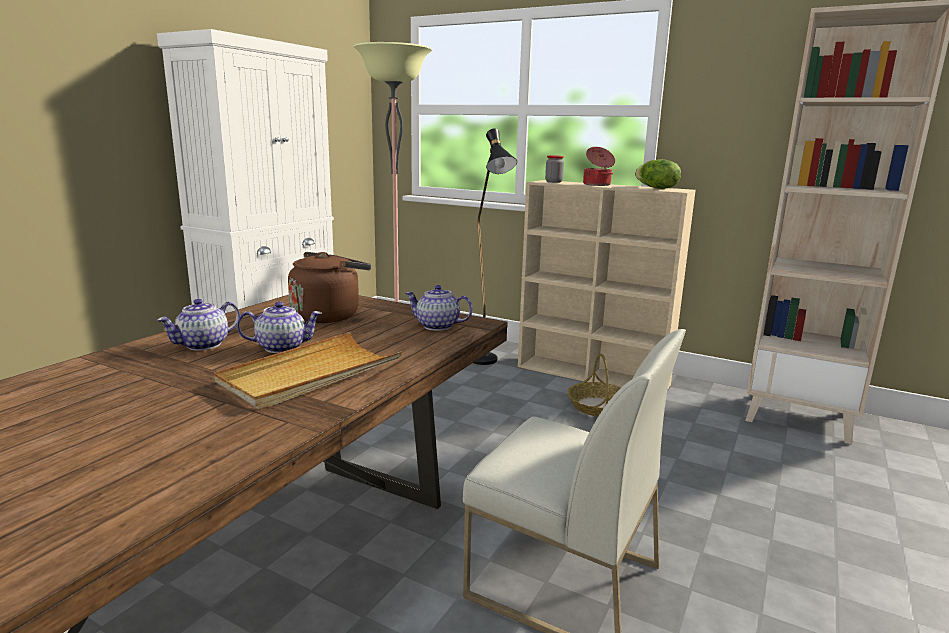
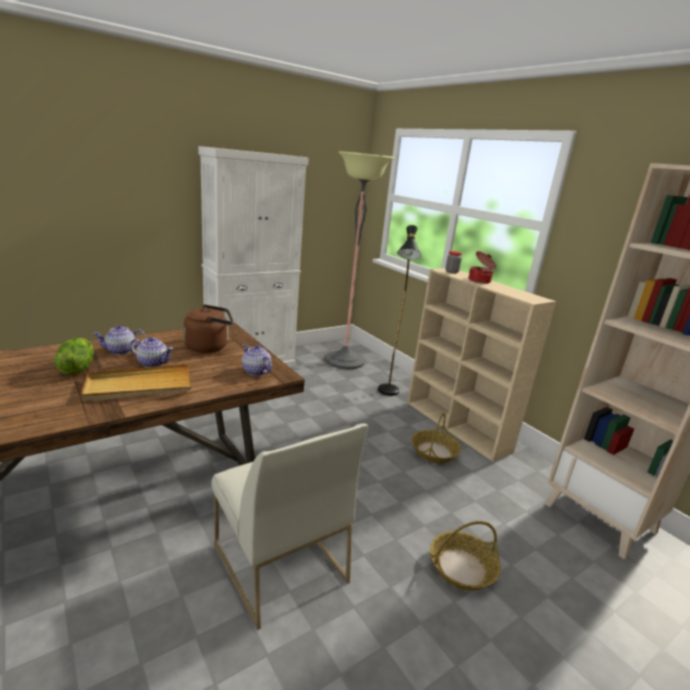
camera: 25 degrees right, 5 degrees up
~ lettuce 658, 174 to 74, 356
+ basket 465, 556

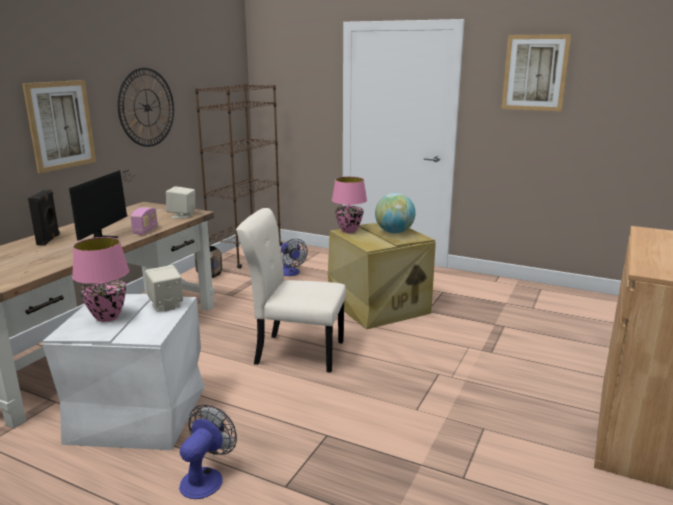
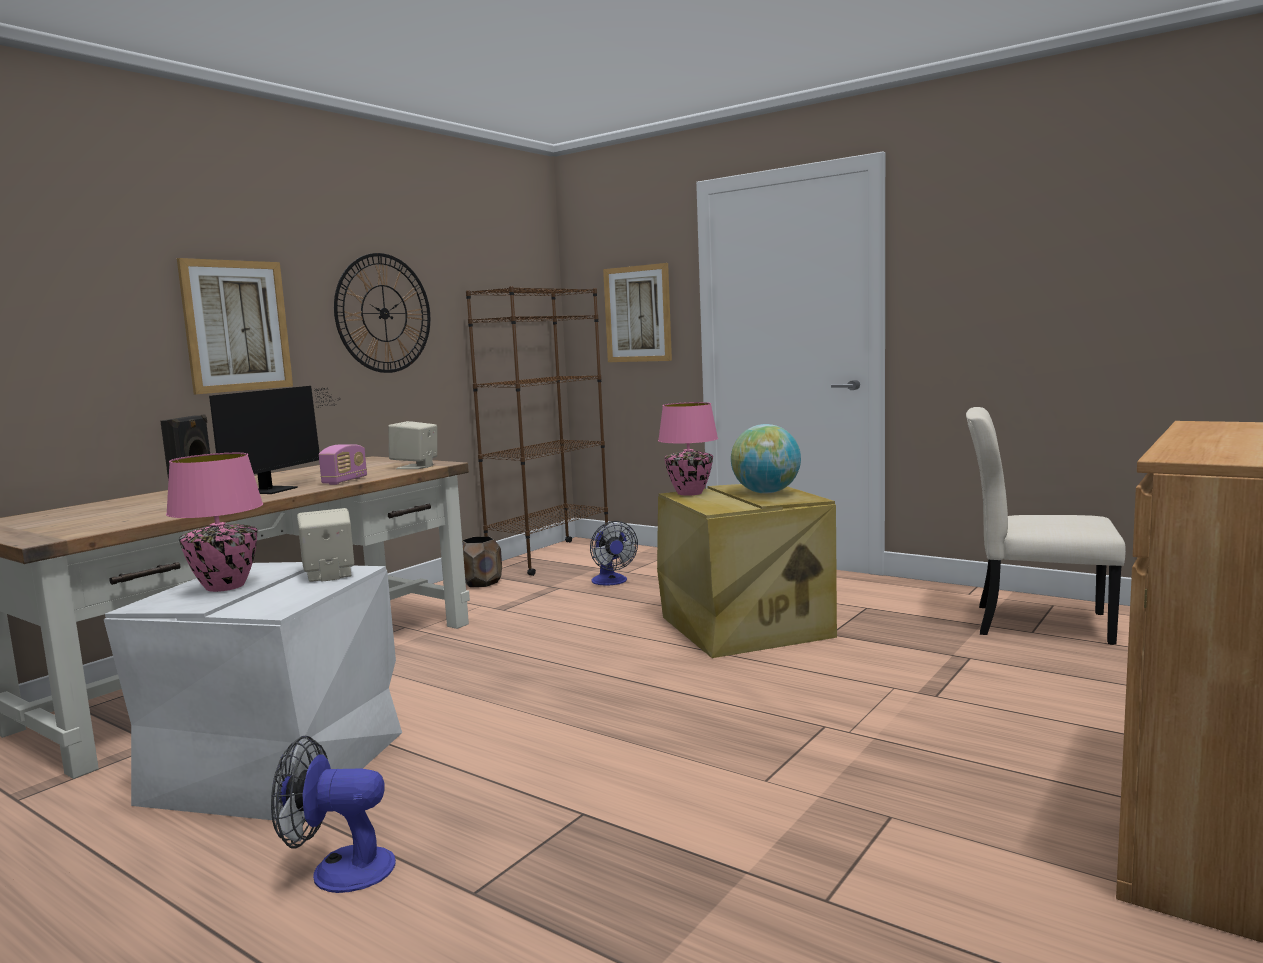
camera: 10 degrees right, 10 degrees down
~ fan 208, 452 = 333, 814 120 degrees counterclockwise
~ beige chair 291, 290 to 1046, 526
~ picture 536, 73 to 637, 312

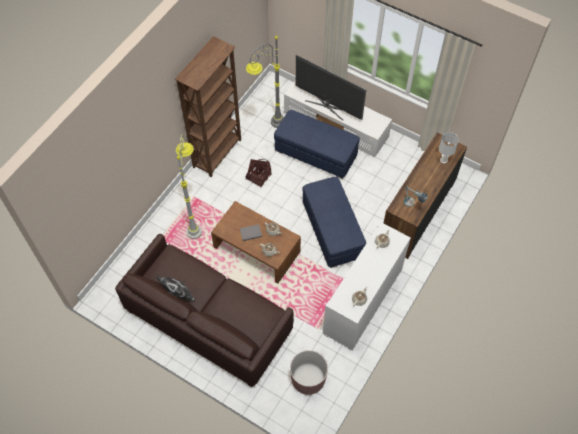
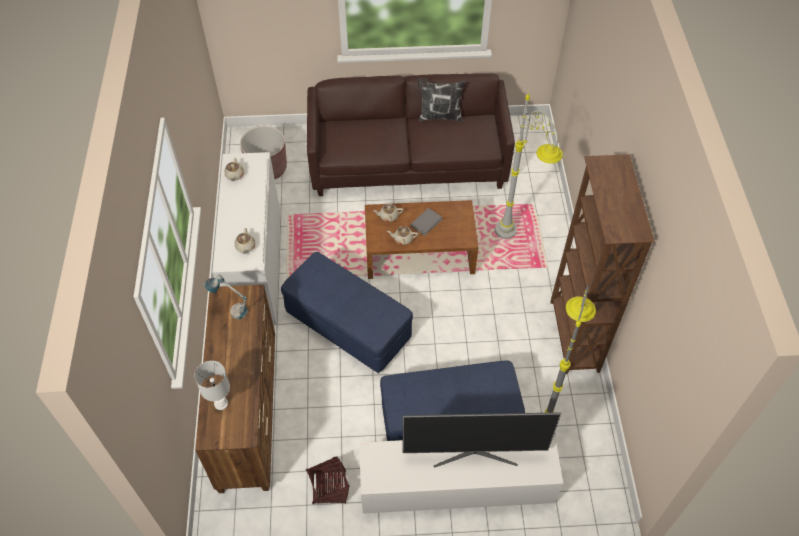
camera: 145 degrees right, 5 degrees down
~ basket 259, 173 to 328, 480

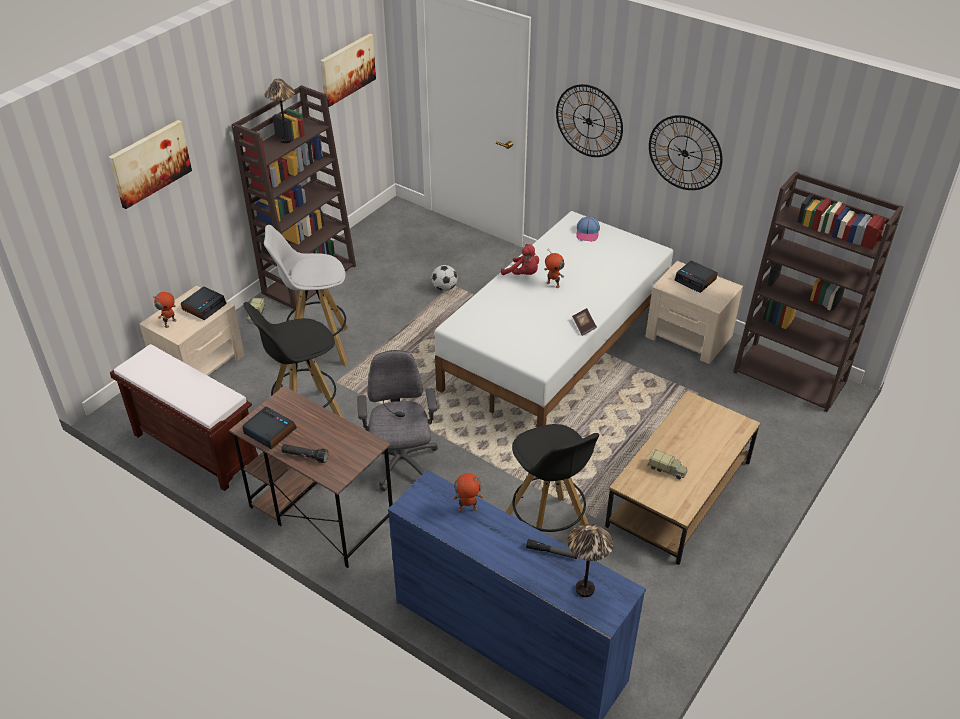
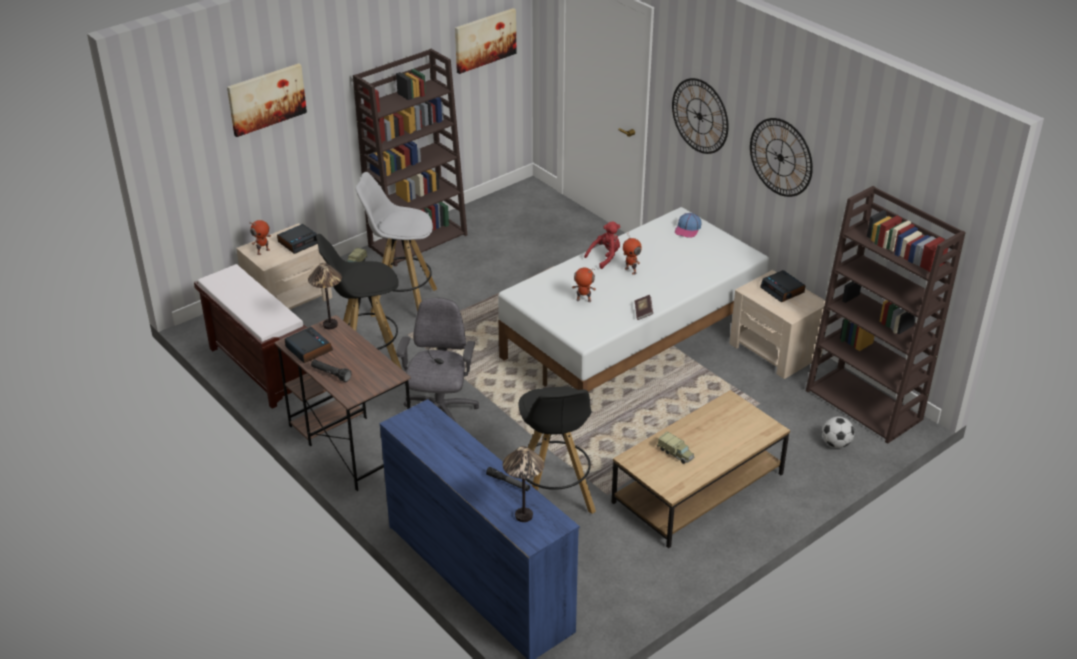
camera: 15 degrees right, 5 degrees down
~ table lamp 279, 111 to 325, 296
~ football 444, 278 to 838, 432
~ toy robot 468, 492 to 584, 285
~ red plush toy 520, 259 = 602, 245 90 degrees counterclockwise

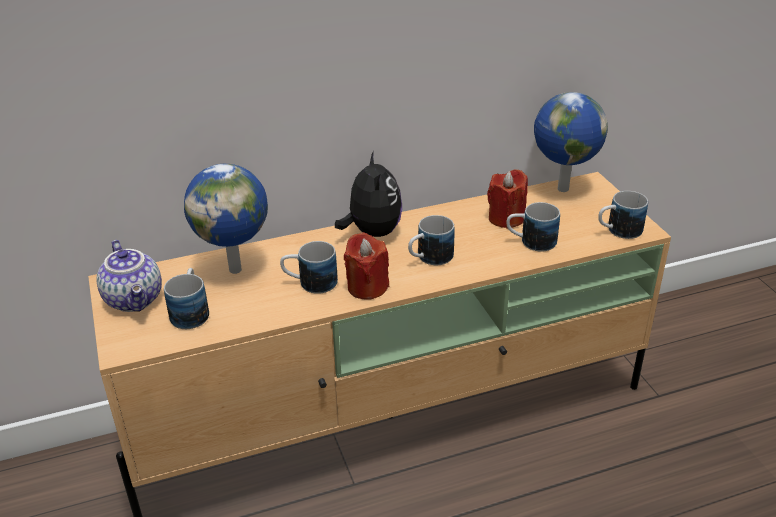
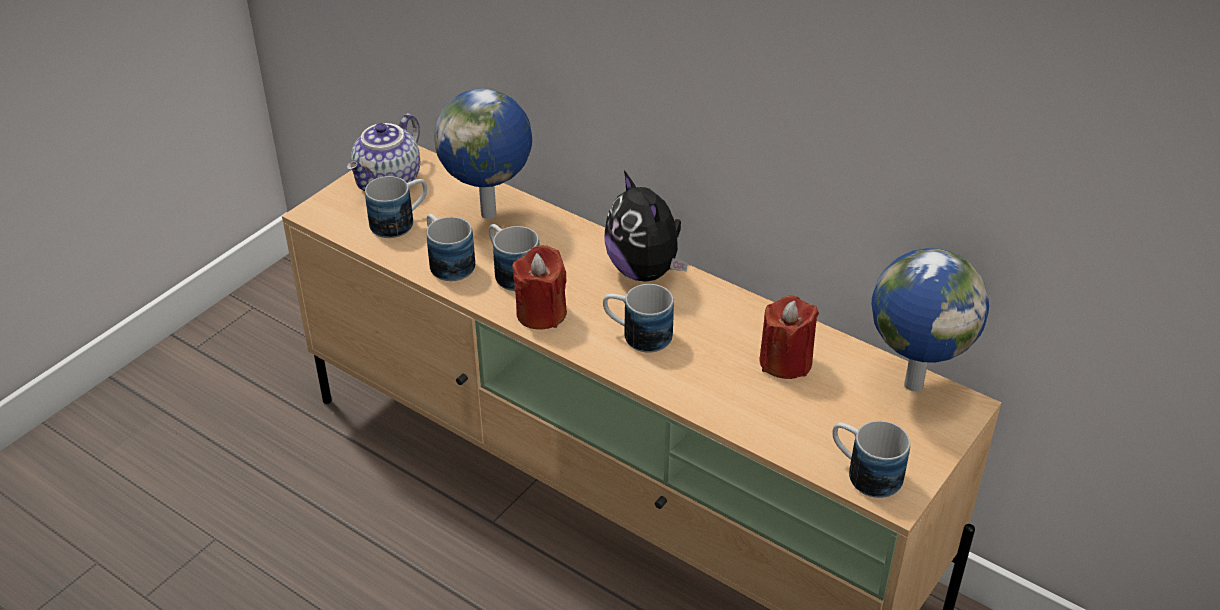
camera: 55 degrees right, 5 degrees up
~ plush toy 368, 194 = 646, 226 105 degrees clockwise
~ mug 533, 227 to 451, 247

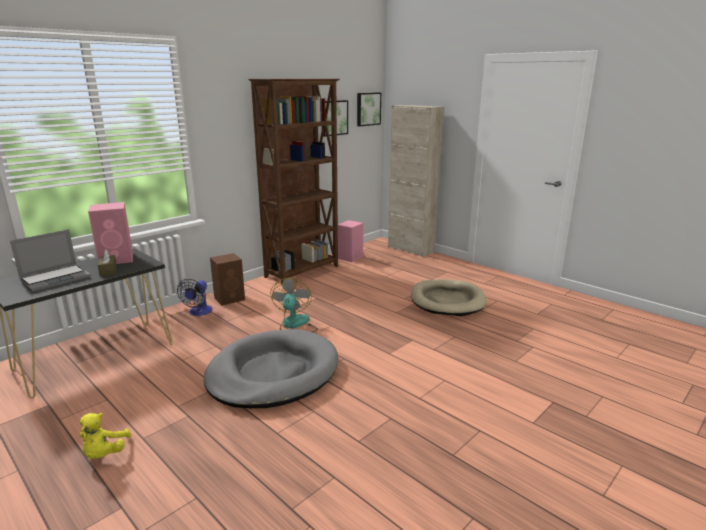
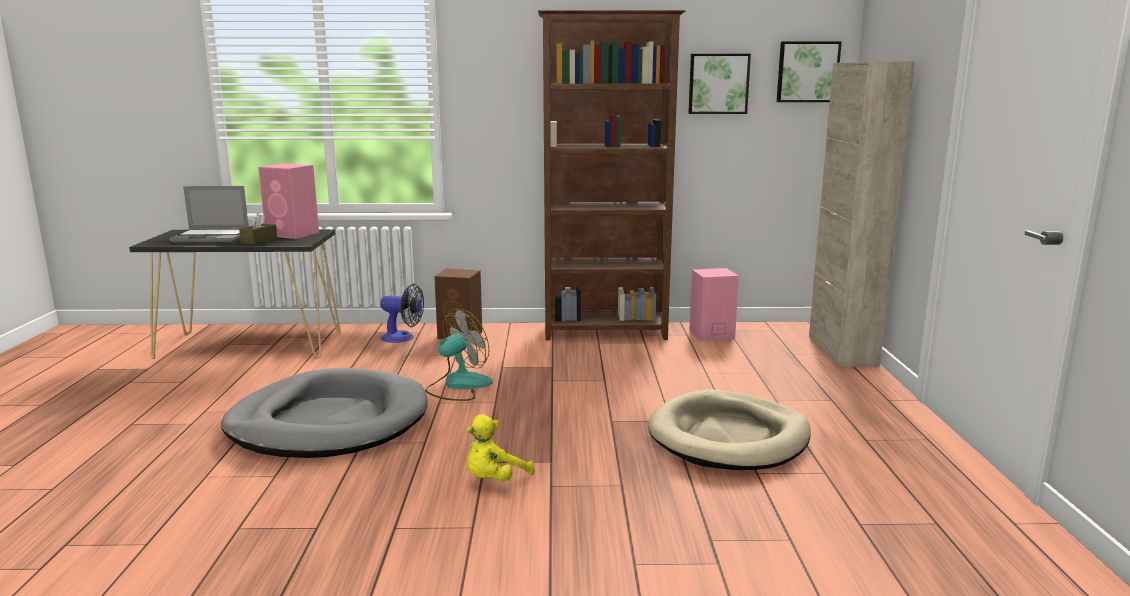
camera: 45 degrees right, 5 degrees down
~ yellow plush toy 106, 436 to 500, 447
~ fan 195, 297 = 402, 313 135 degrees counterclockwise

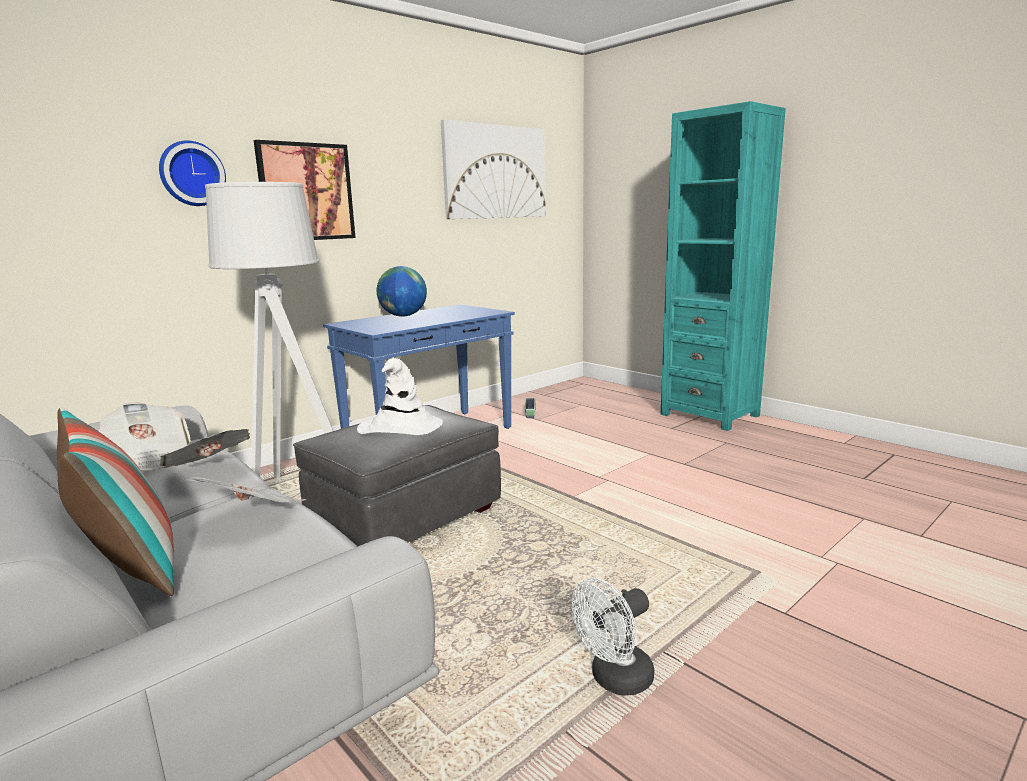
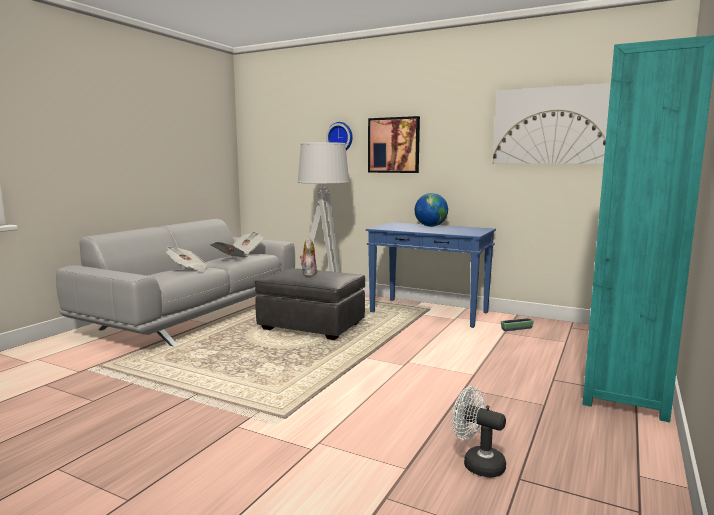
camera: 70 degrees right, 5 degrees down
- pillow 115, 502
~ white hat 400, 396 to plush toy 308, 256
~ white fan 612, 636 to 479, 432

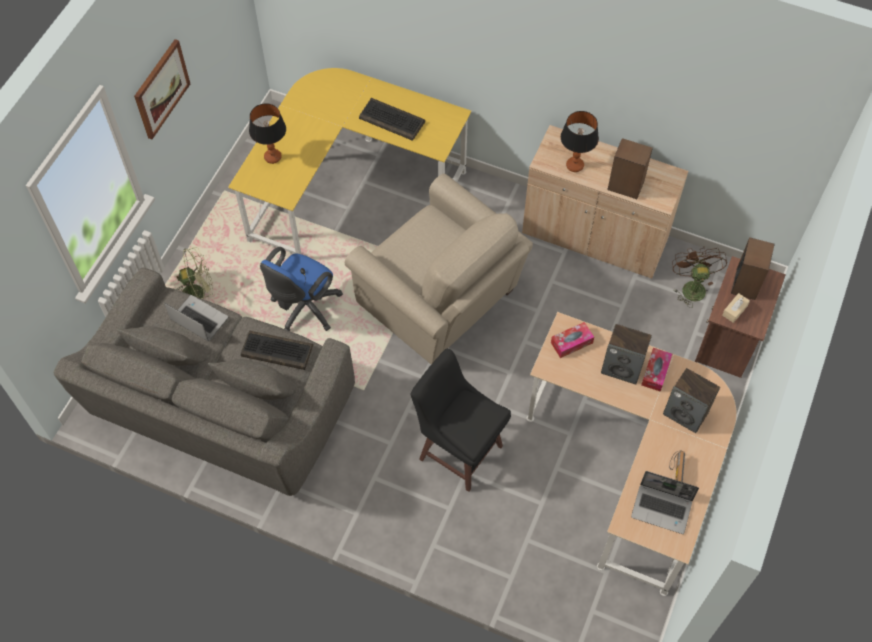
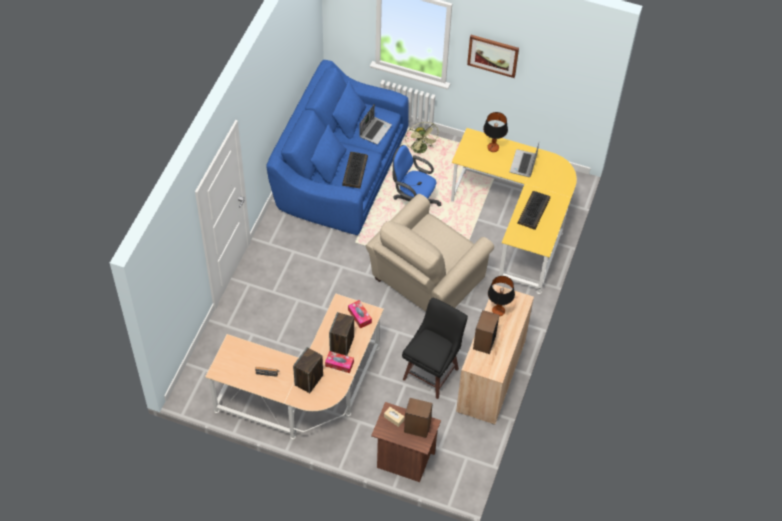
camera: 85 degrees right, 5 degrees down
~ grey sofa 204, 382 to blue sofa 337, 147
~ black stool 461, 420 to 435, 348
~ laptop 665, 502 to 524, 160
- brown fan 699, 277

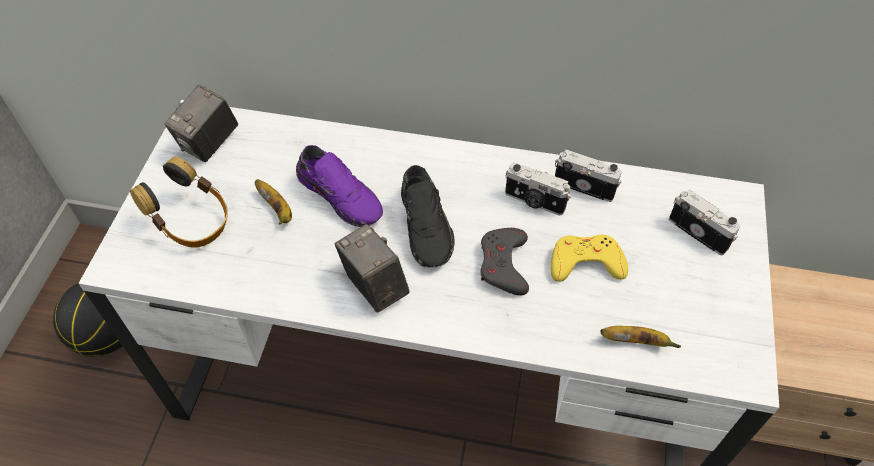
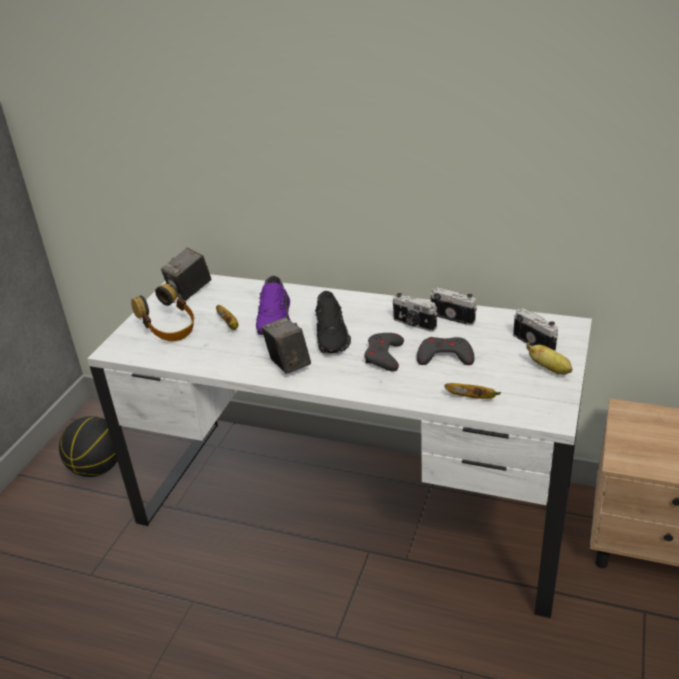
camera: 10 degrees right, 20 degrees down
~ purple shoe 339, 186 = 273, 305 45 degrees clockwise
~ yellow game controller 589, 258 to grey game controller 445, 351
+ banana 549, 358

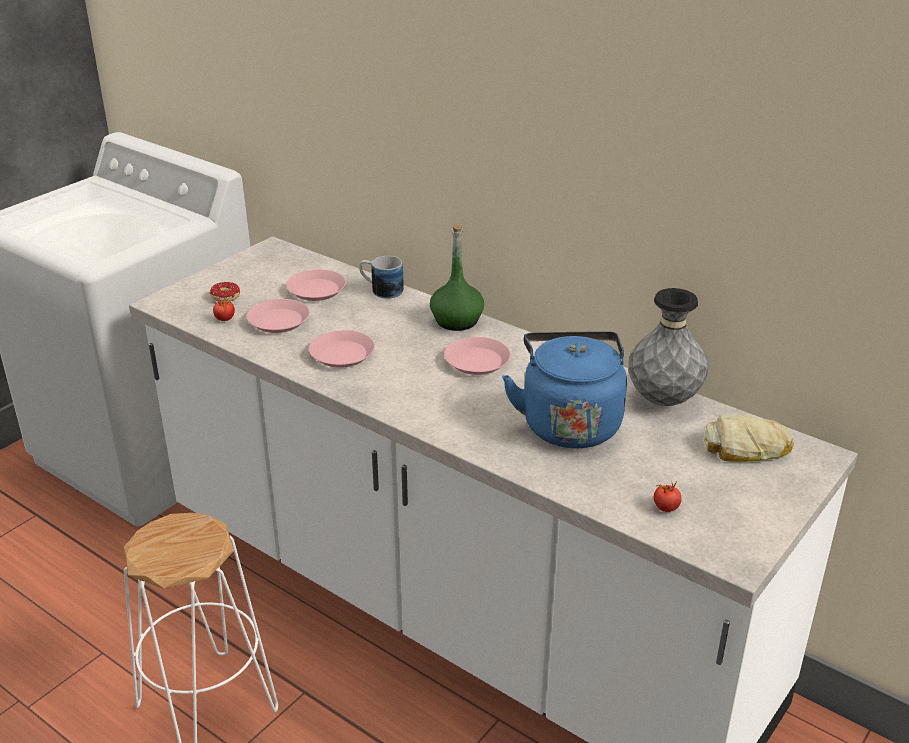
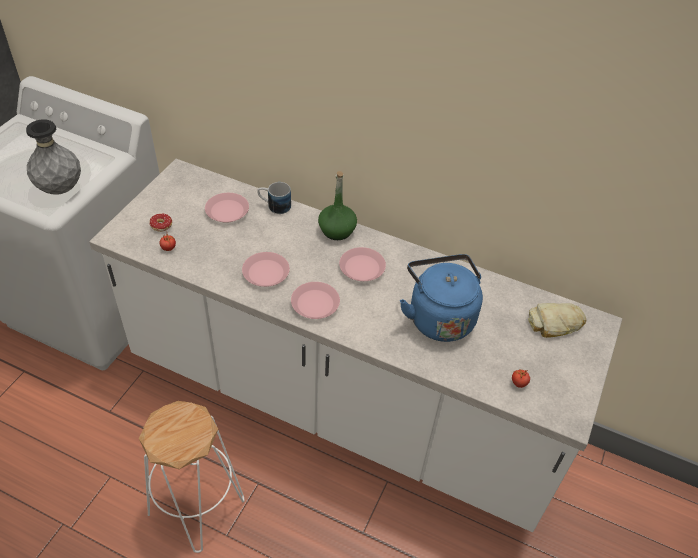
camera: 15 degrees left, 15 degrees up
~ pink plate 278, 316 to 315, 300
~ grey vase 668, 347 to 53, 156

